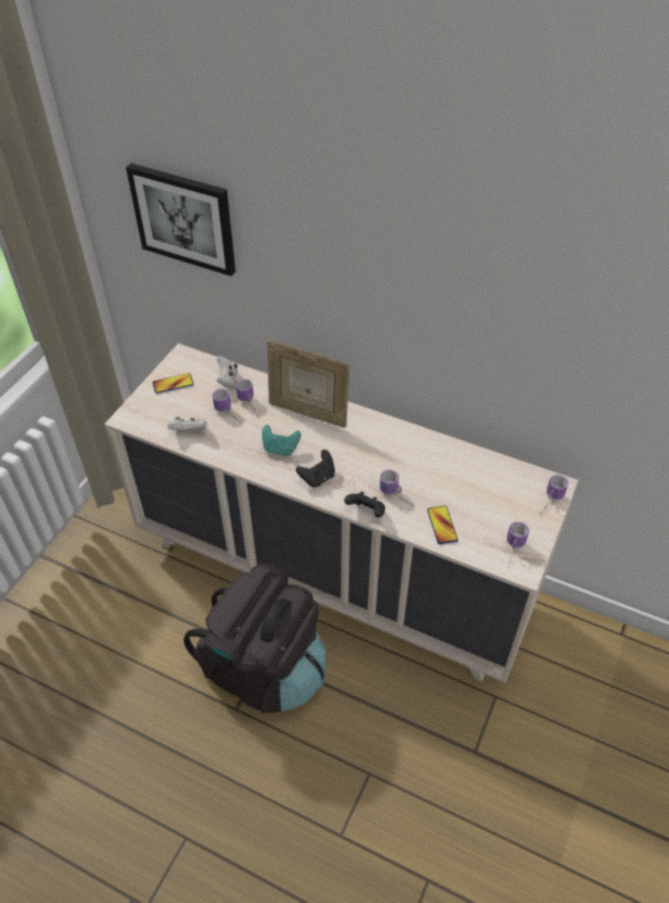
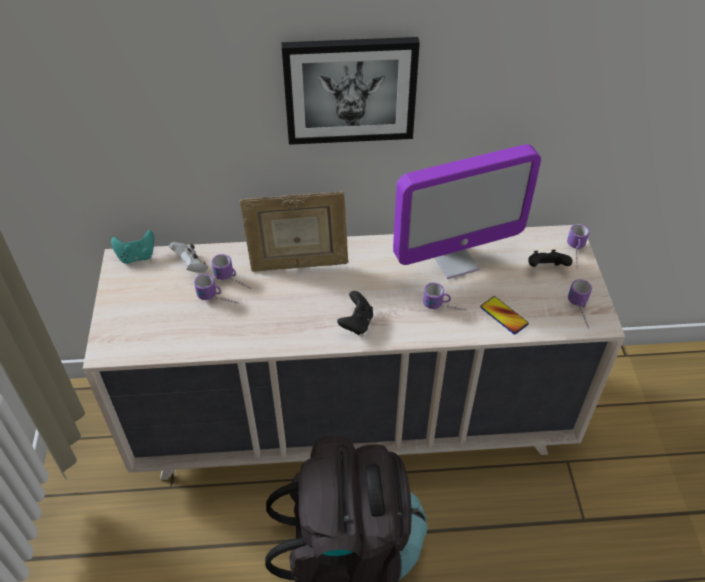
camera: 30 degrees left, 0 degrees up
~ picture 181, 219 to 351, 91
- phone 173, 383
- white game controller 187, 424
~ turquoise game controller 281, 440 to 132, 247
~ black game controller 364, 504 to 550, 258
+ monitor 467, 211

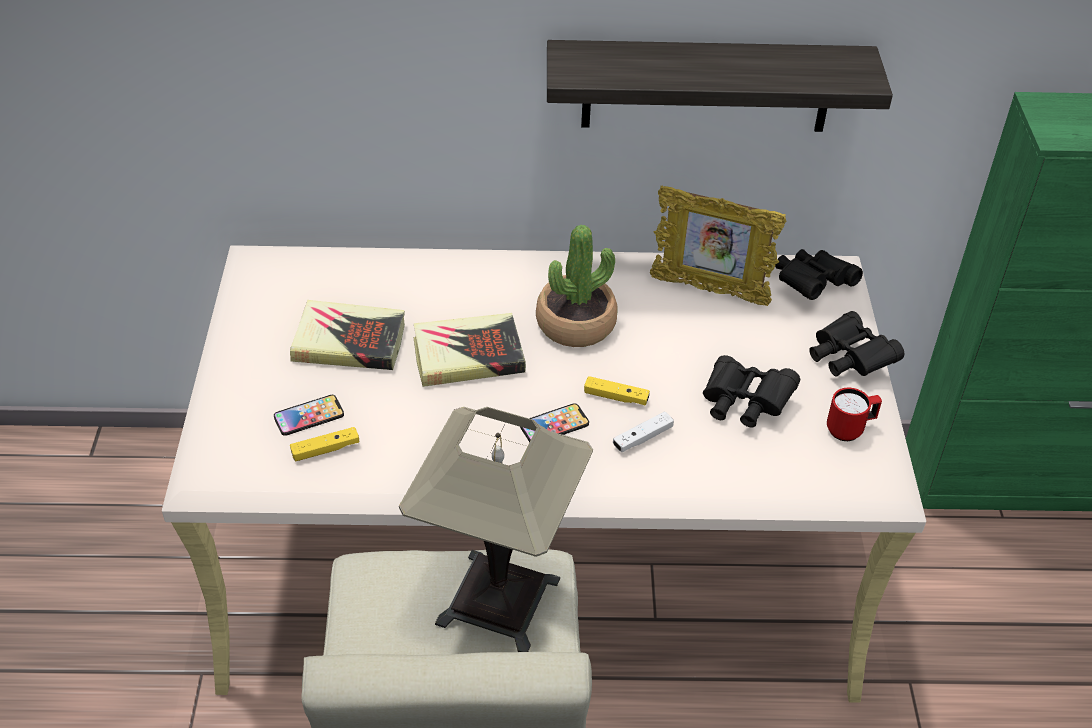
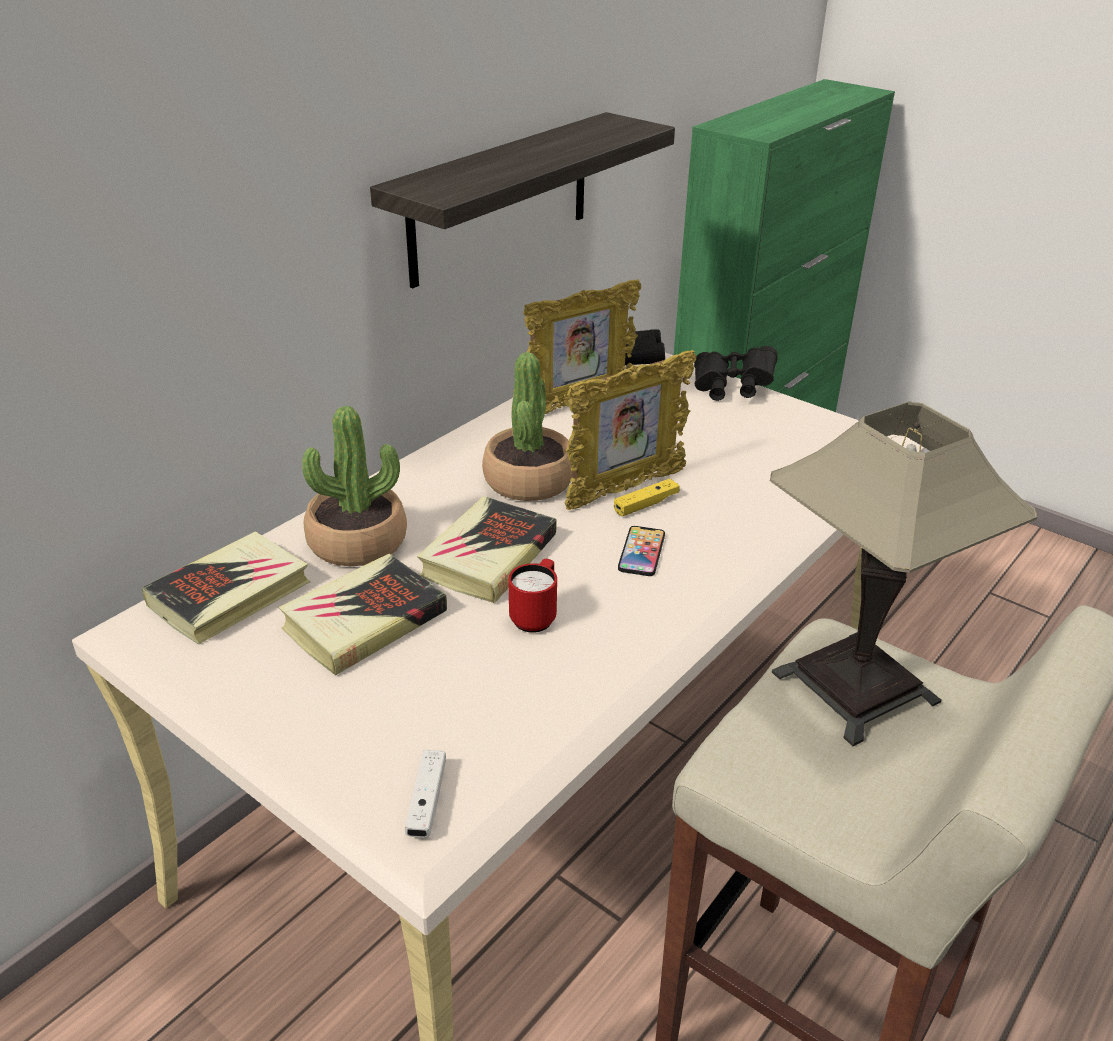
camera: 50 degrees left, 10 degrees down
- phone 309, 415
- yellow game controller 324, 444
~ white game controller 643, 432 to 425, 794
- black binoculars 751, 391
~ red mug 854, 414 to 532, 596
+ book 226, 588
+ potted plant 354, 486
+ picture frame 630, 430

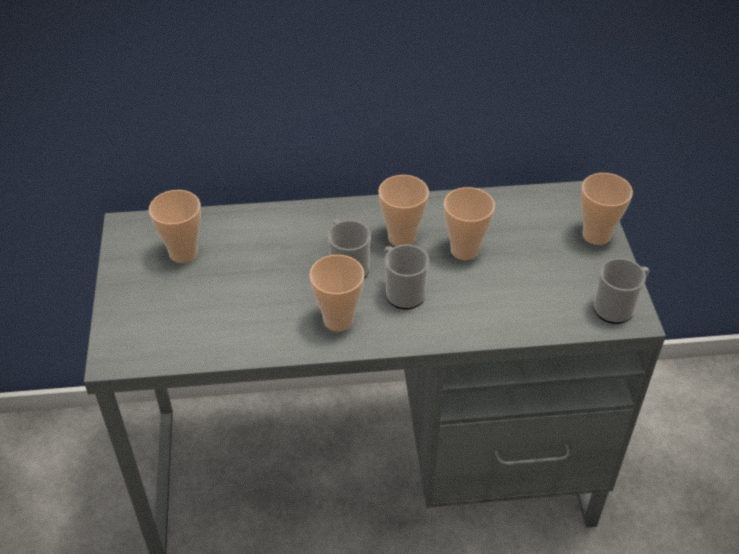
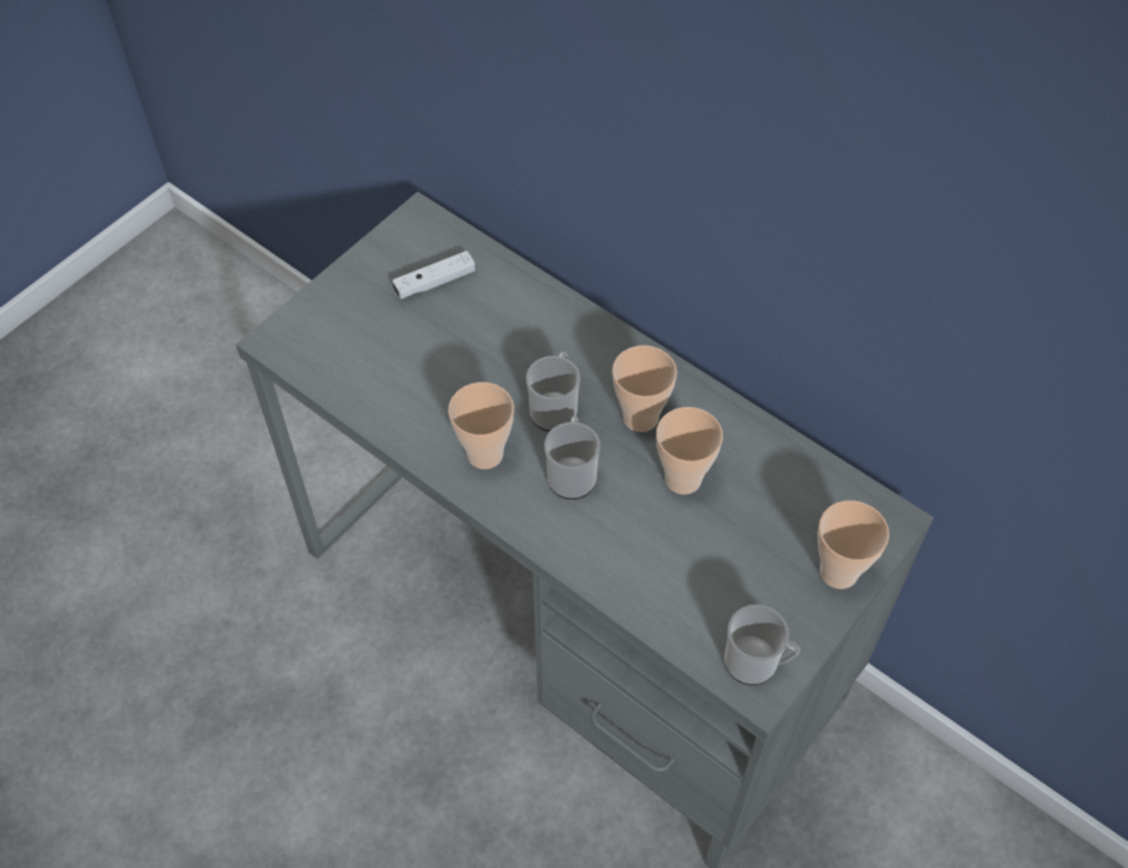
camera: 45 degrees right, 10 degrees up
~ cup 175, 226 to white game controller 433, 275

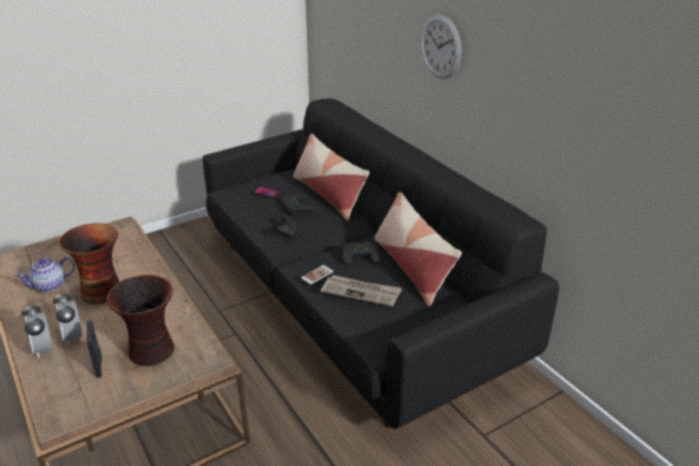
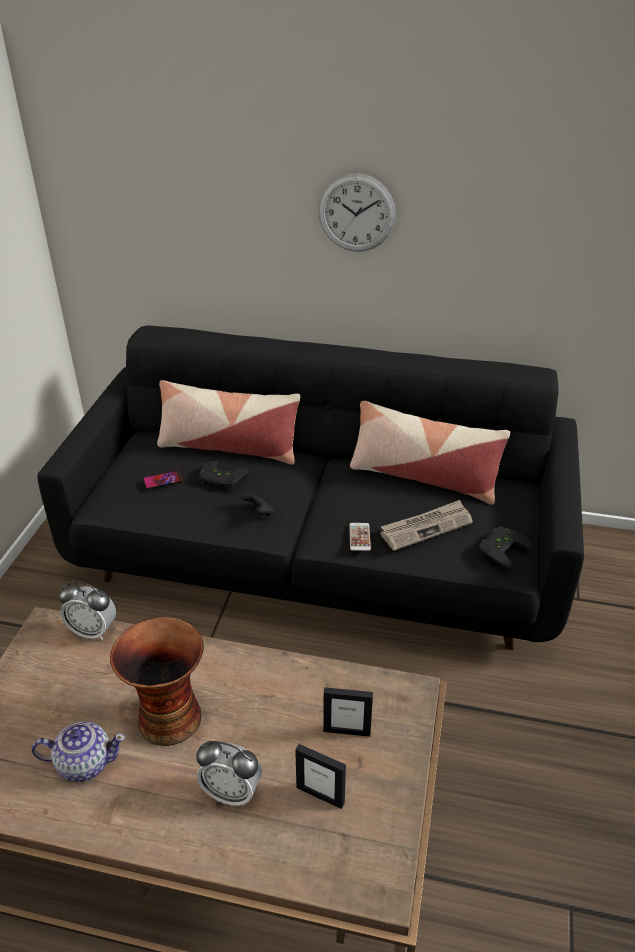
camera: 45 degrees left, 5 degrees up
~ teapot 44, 274 = 79, 751 105 degrees counterclockwise
~ alarm clock 36, 331 to 87, 610
~ vase 141, 320 to picture frame 348, 712
~ black game controller 361, 253 to 505, 548

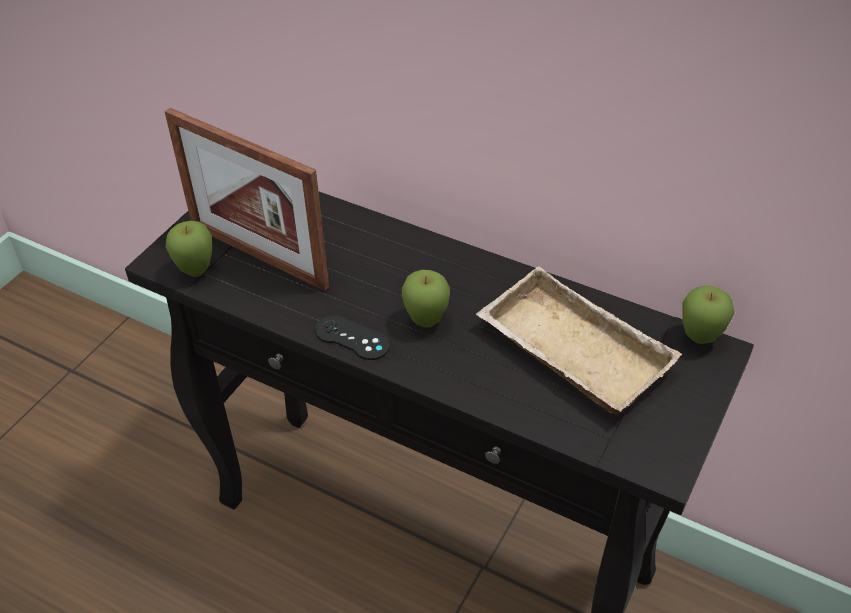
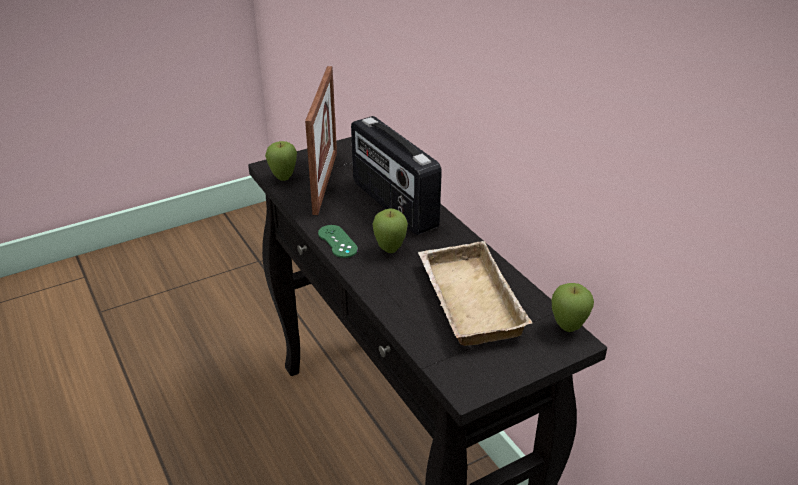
camera: 30 degrees right, 10 degrees down
~ picture frame 247, 199 = 321, 140 150 degrees counterclockwise
~ black game controller 352, 337 to green game controller 338, 241
+ radio 396, 175

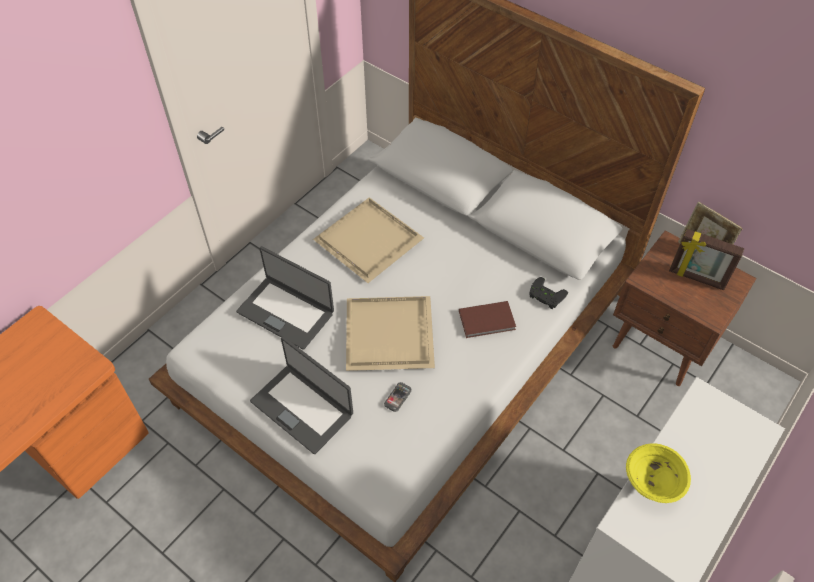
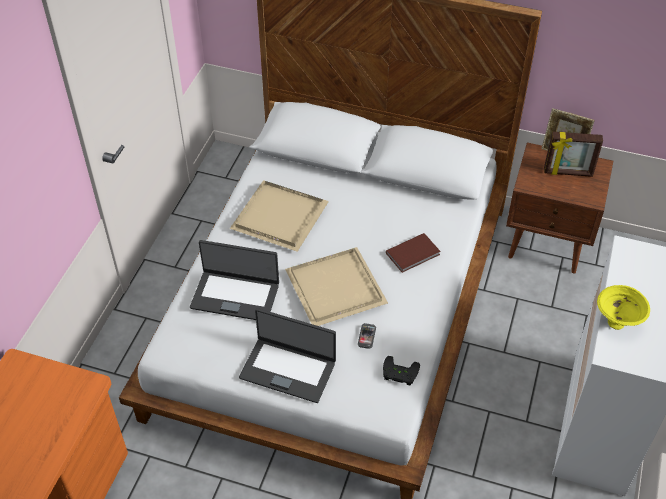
camera: 20 degrees left, 5 degrees down
~ black game controller 548, 293 to 401, 371

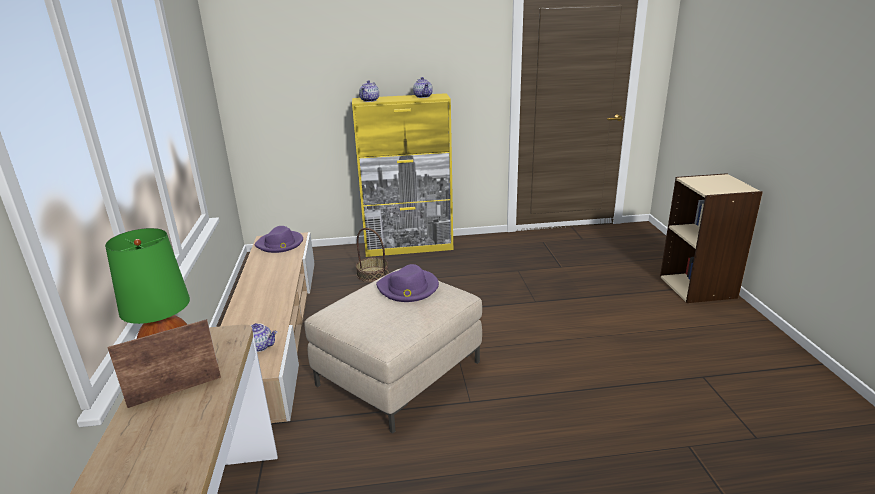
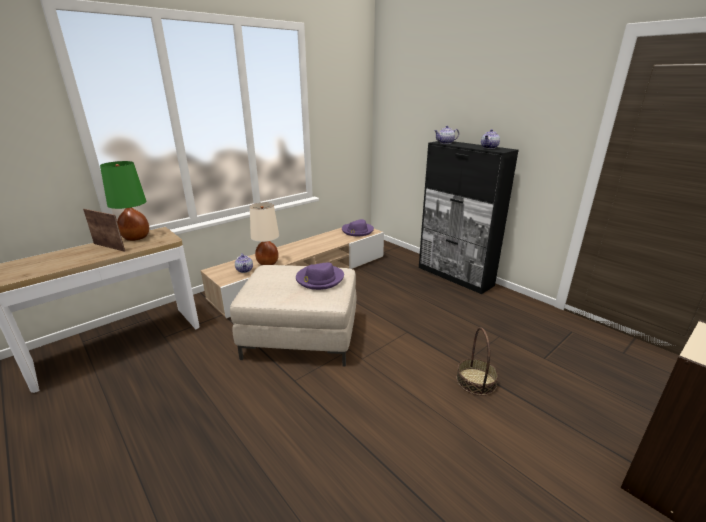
camera: 55 degrees right, 0 degrees up
~ yellow cabinet 402, 175 to black cabinet 469, 217
~ basket 372, 255 to 477, 361
+ beige table lamp 264, 234

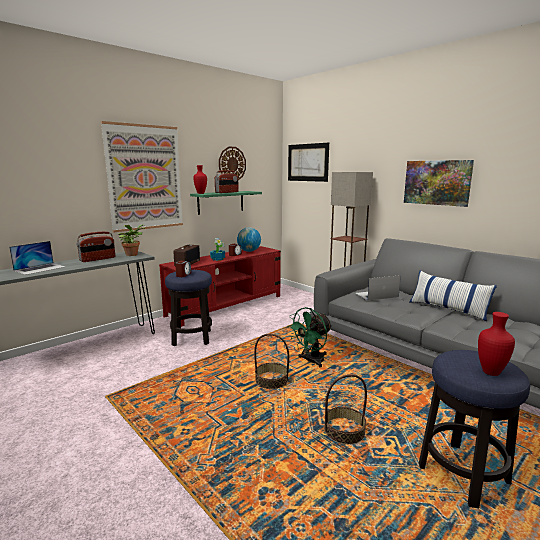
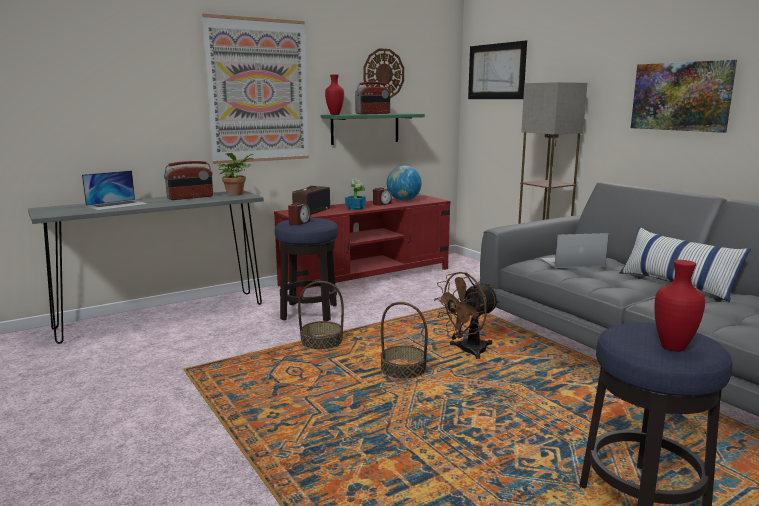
camera: 10 degrees right, 0 degrees up
~ green fan 309, 337 to brown fan 466, 315
~ basket 345, 409 to 321, 315

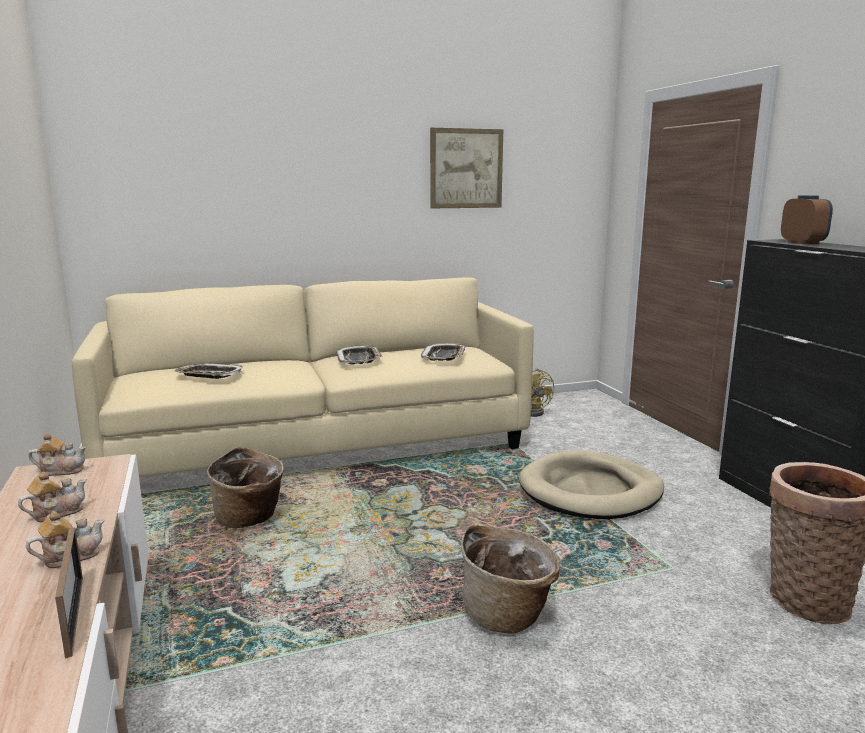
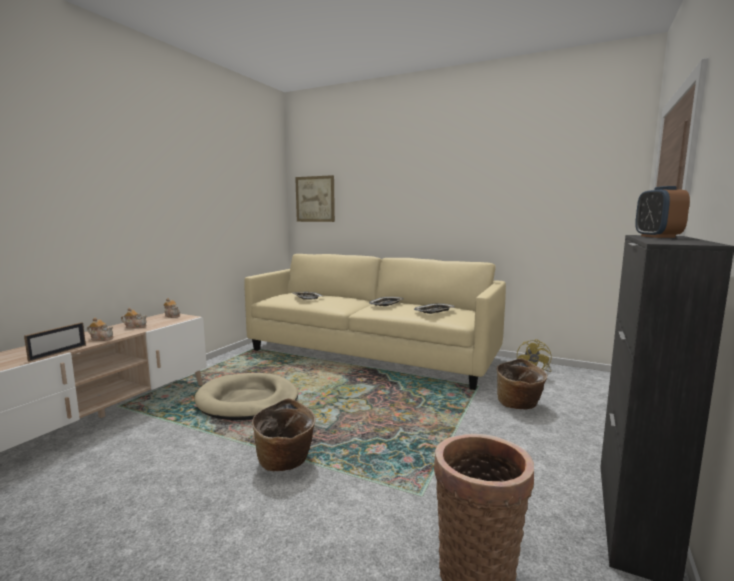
camera: 45 degrees right, 5 degrees down
~ basket 245, 487 to 521, 384
~ picture 466, 168 to 315, 198
~ beige dog bed 591, 484 to 246, 396
~ alarm clock 807, 219 = 662, 212 150 degrees clockwise

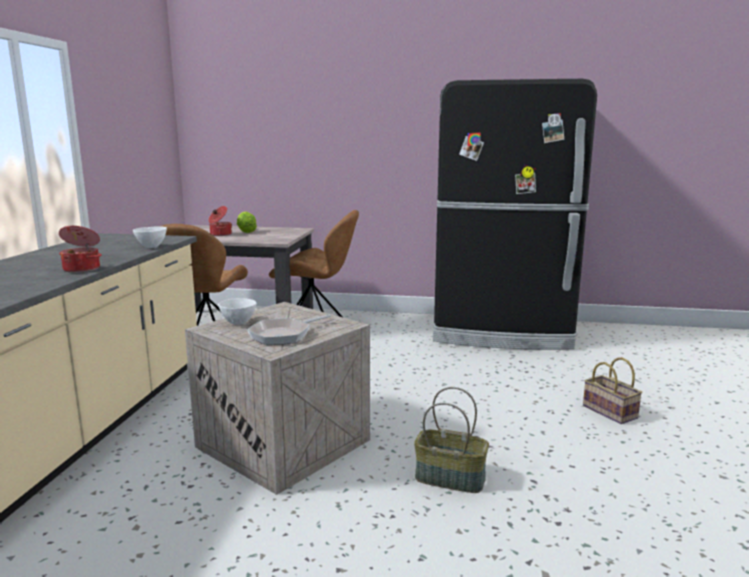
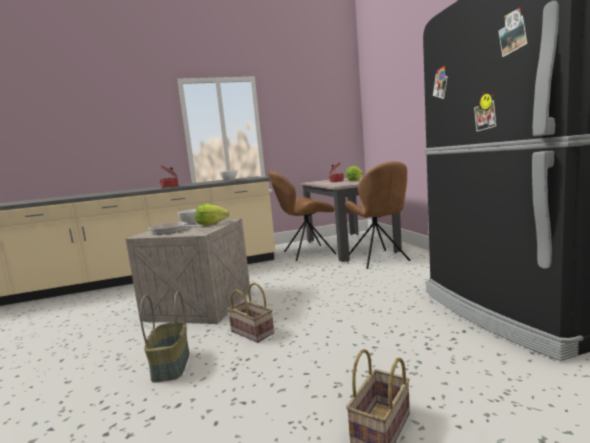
camera: 65 degrees right, 5 degrees down
+ lettuce 212, 214
+ basket 251, 312

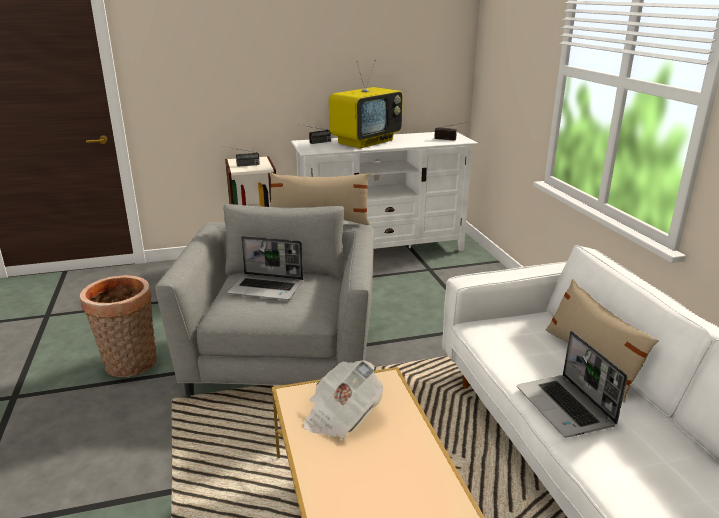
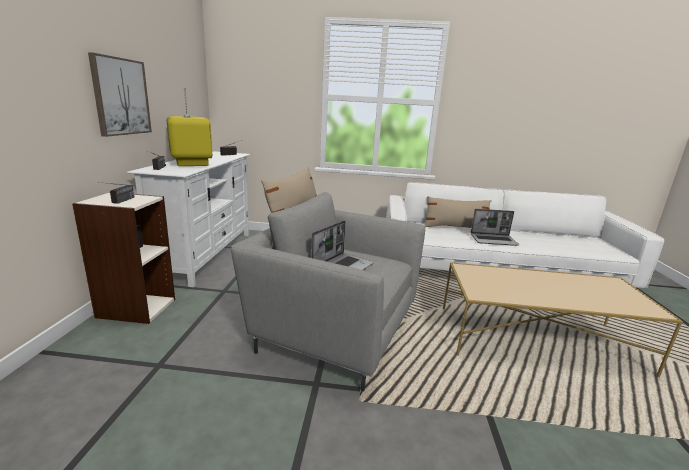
camera: 70 degrees left, 5 degrees down
- basket 118, 326
- newspaper 343, 399
+ picture 120, 94

